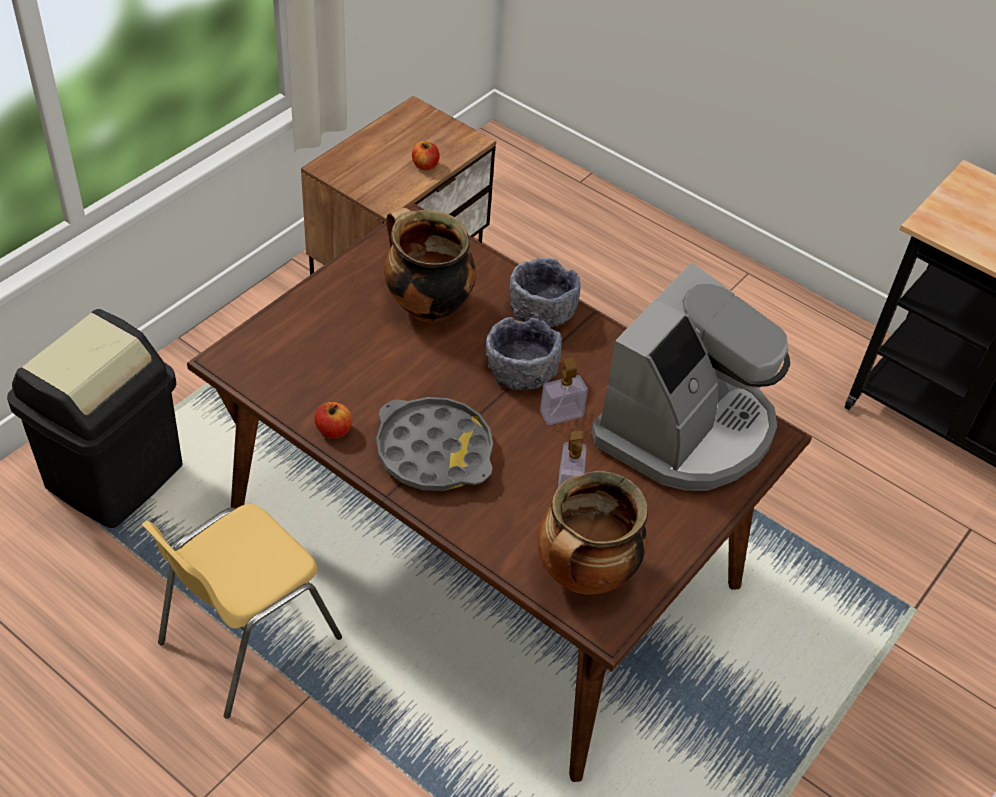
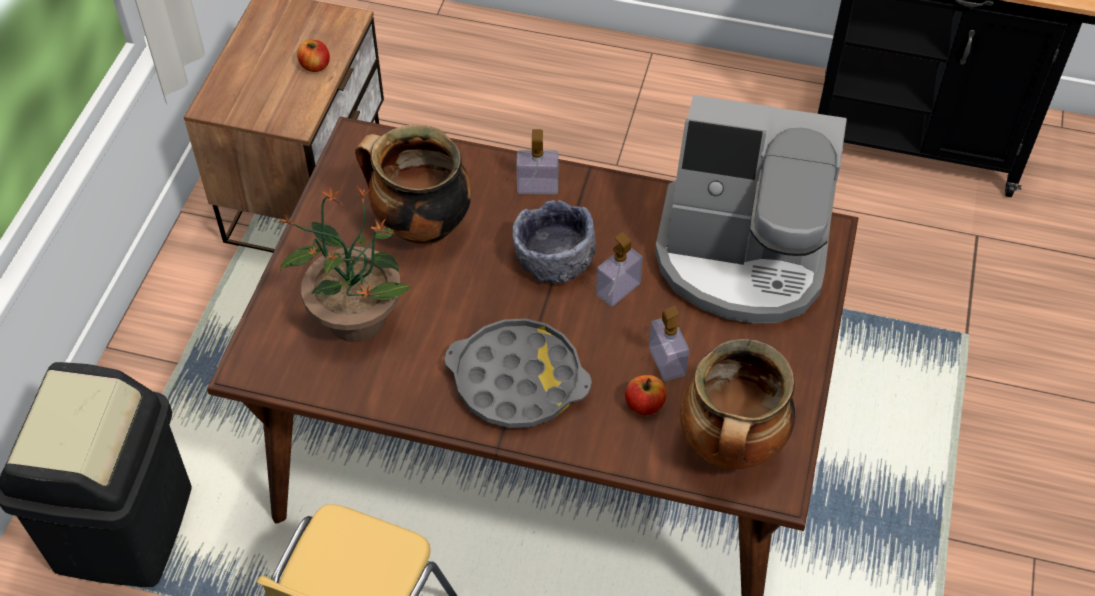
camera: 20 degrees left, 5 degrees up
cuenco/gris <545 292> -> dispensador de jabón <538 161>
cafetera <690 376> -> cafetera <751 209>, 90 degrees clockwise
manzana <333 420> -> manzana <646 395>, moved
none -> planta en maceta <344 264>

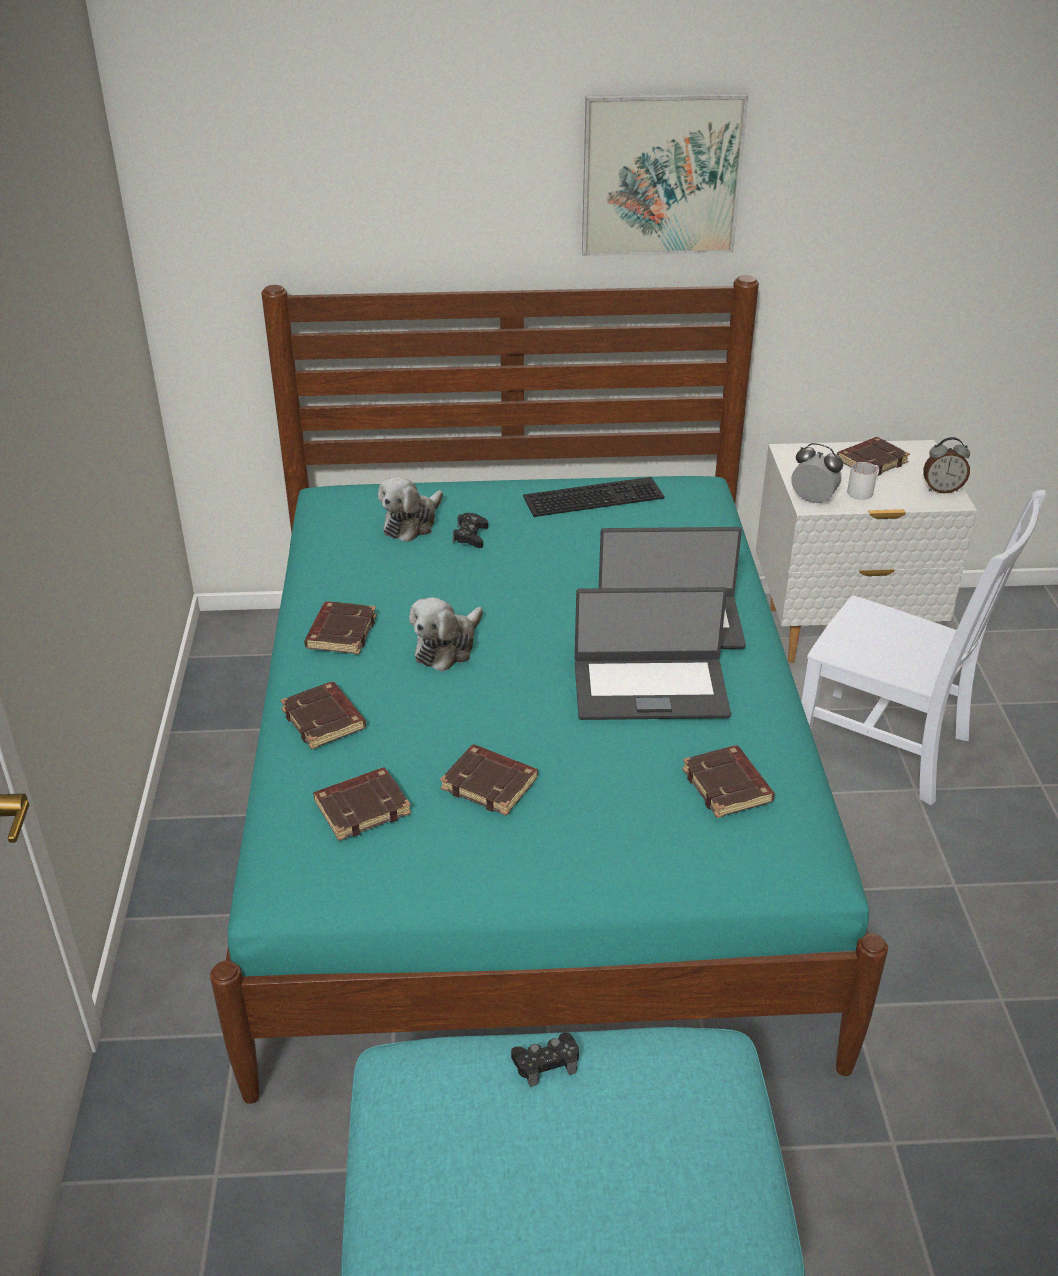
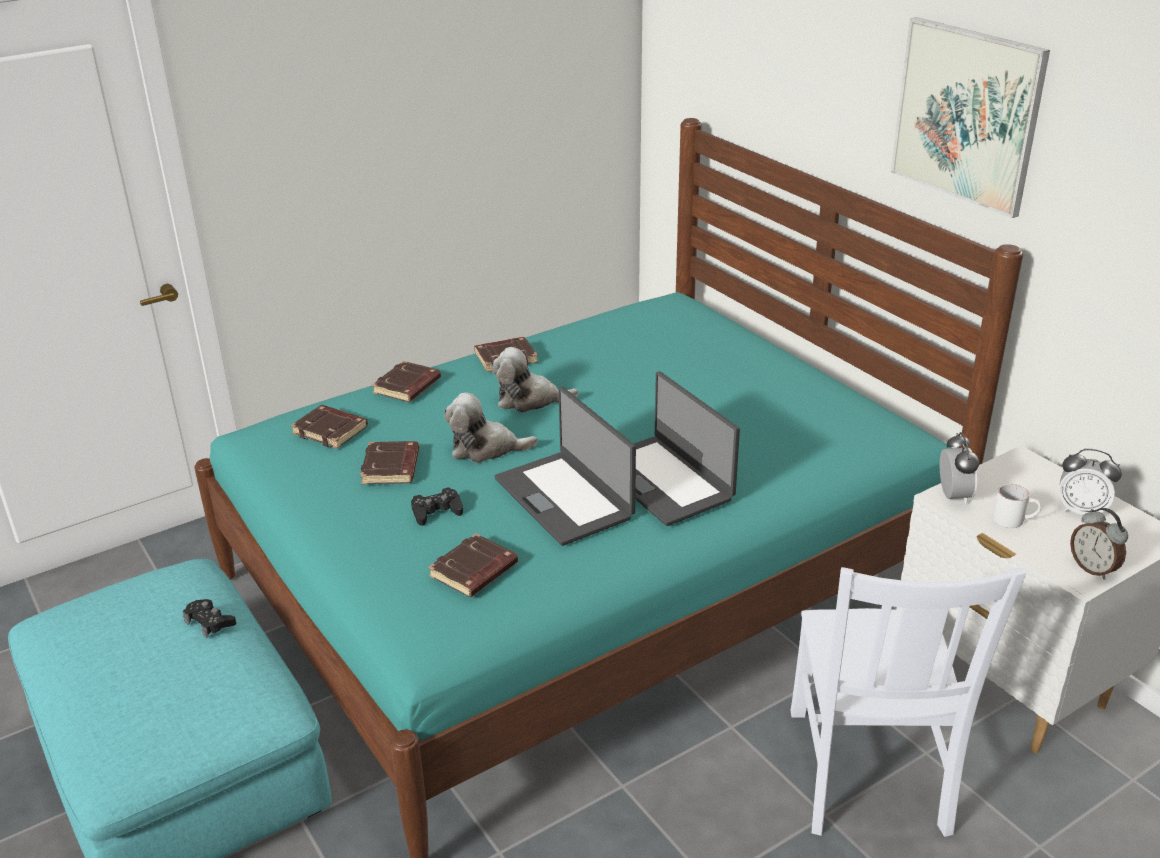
camera: 60 degrees right, 5 degrees down
libro/marrón <873 456> -> despertador <1090 482>
peluche <410 509> -> peluche <491 428>, moved
teclado <594 497> -> none
mando de consola/negro <470 530> -> mando de consola/negro <437 506>, moved

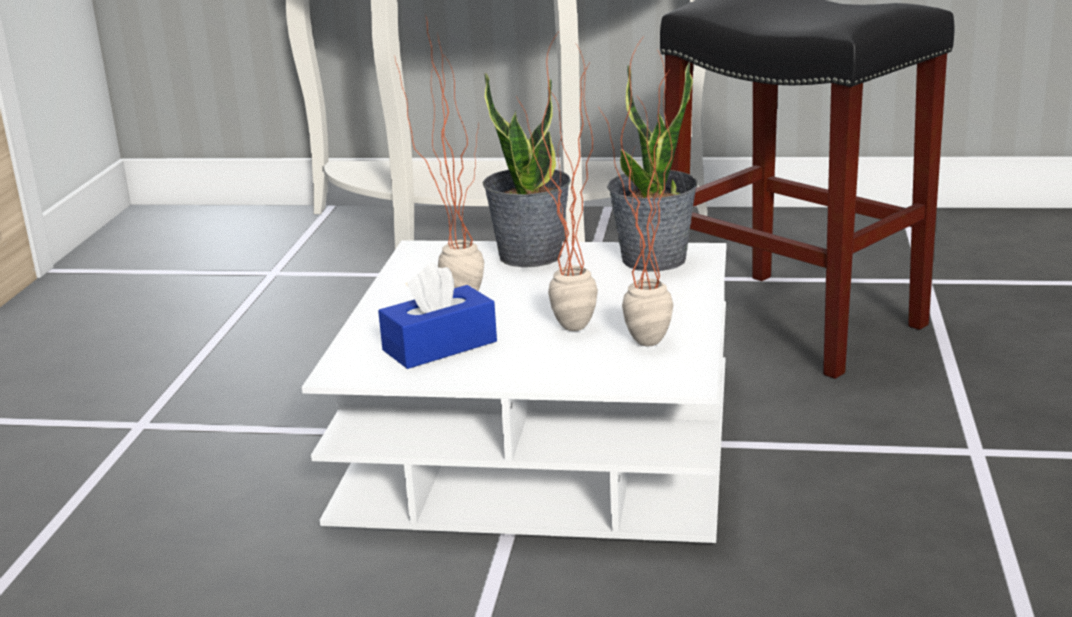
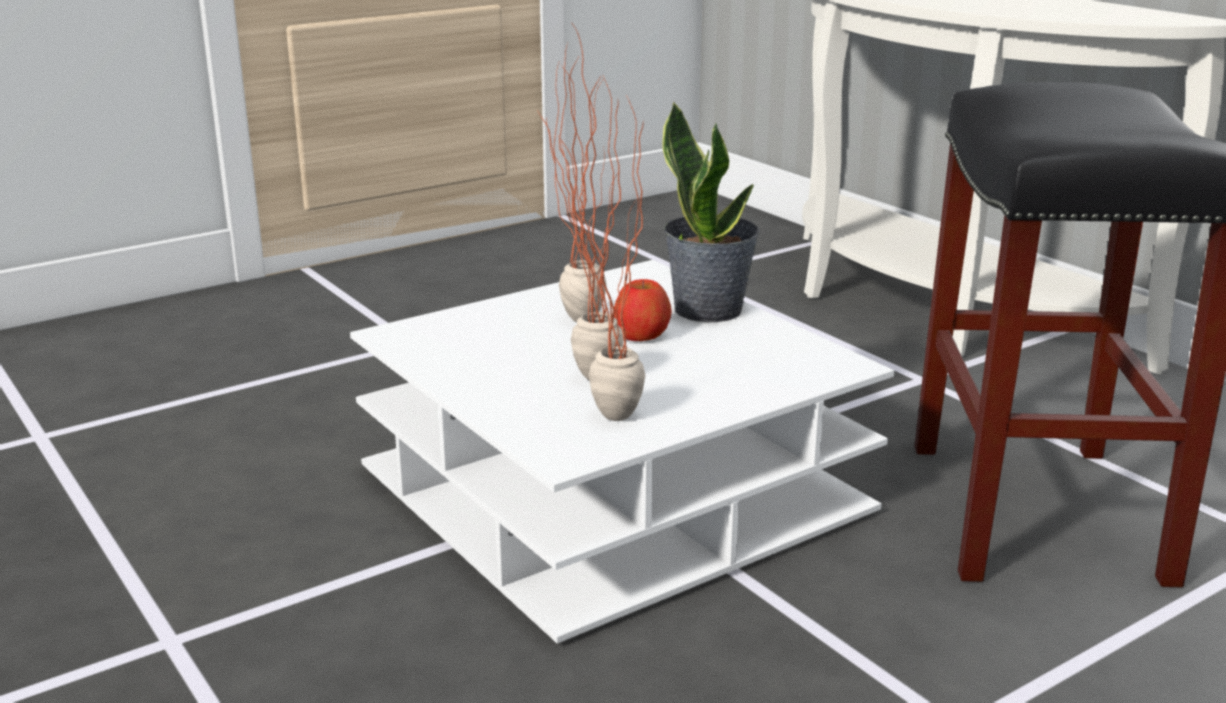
camera: 45 degrees right, 0 degrees up
planta en maceta <652 167> -> none
caja de pañuelos/azul <437 316> -> none
none -> manzana <643 310>

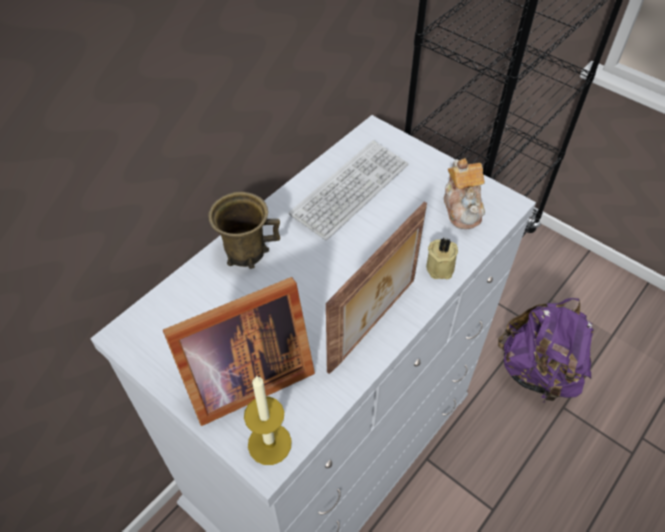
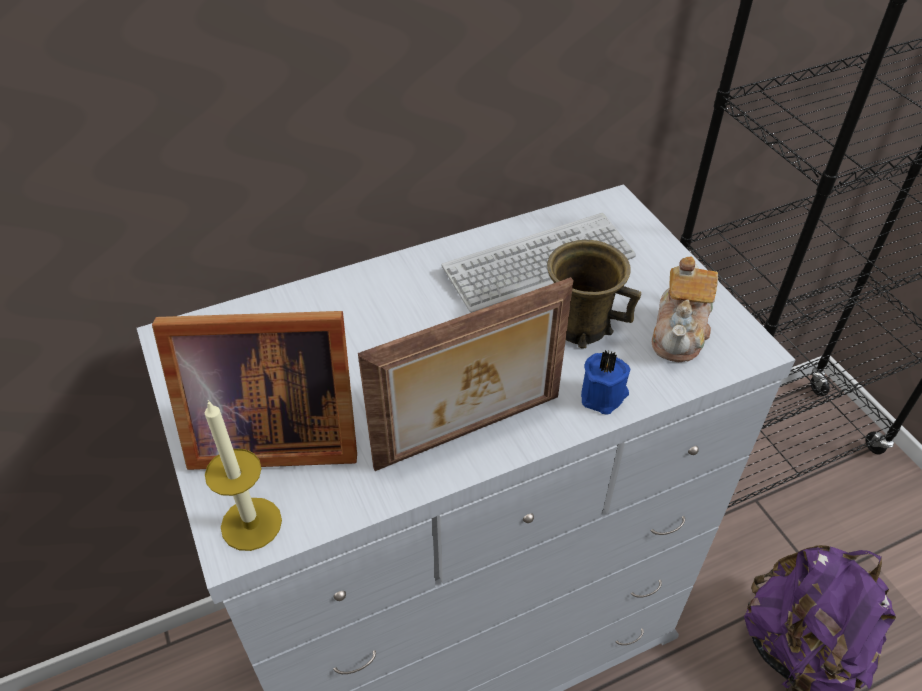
camera: 25 degrees right, 5 degrees down
taza grande/marrón <244 230> -> taza grande/marrón <594 294>, moved
vela/beis <442 258> -> vela/azul <605 382>

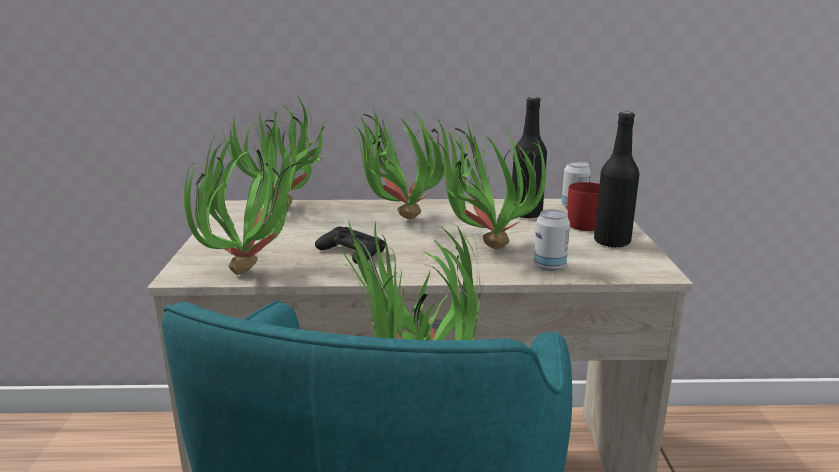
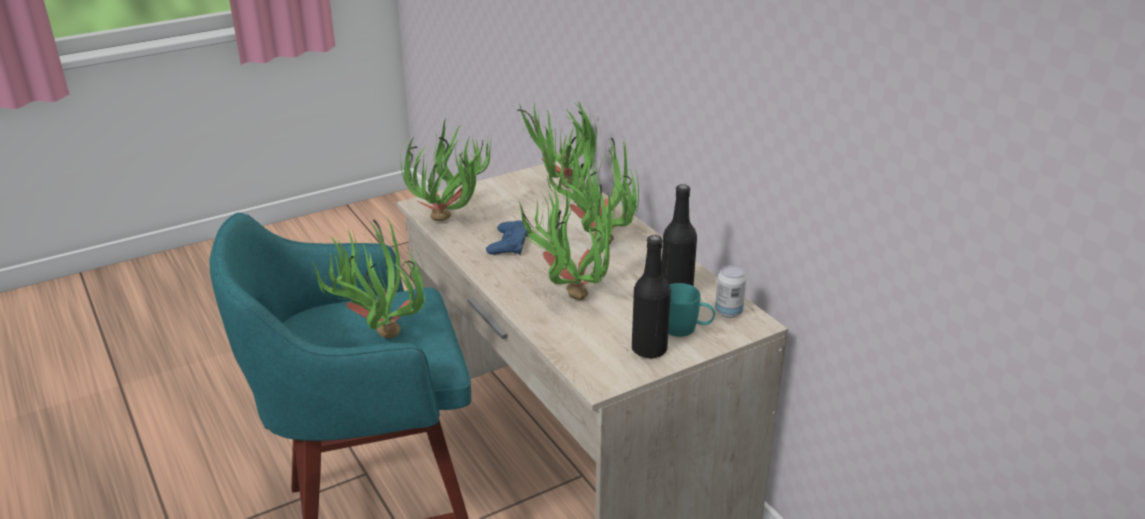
camera: 60 degrees right, 10 degrees up
taza grande/rojo <584 206> -> taza grande/turquesa <691 310>
lata <552 240> -> none
mando de consola/negro <350 245> -> mando de consola/azul <508 237>

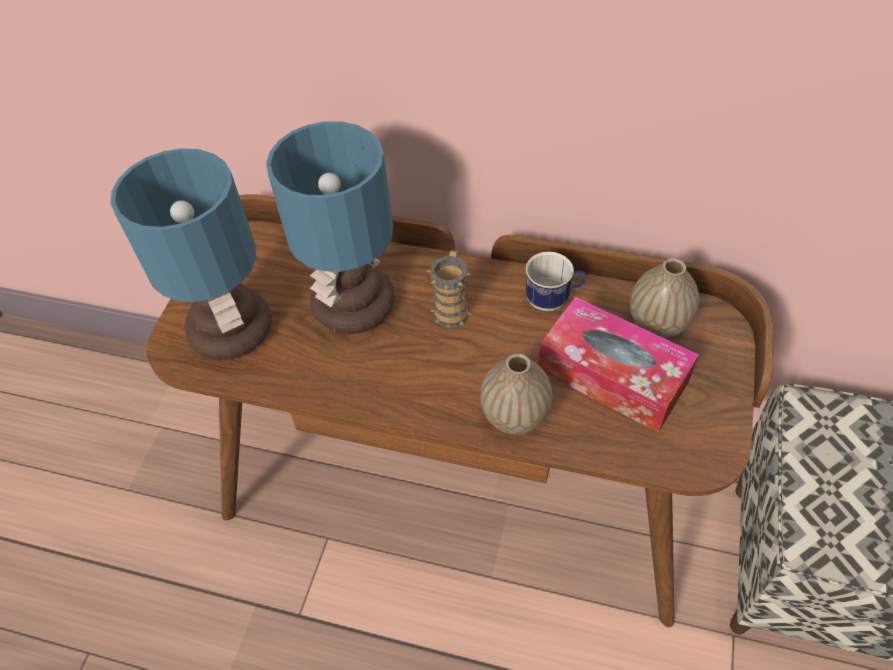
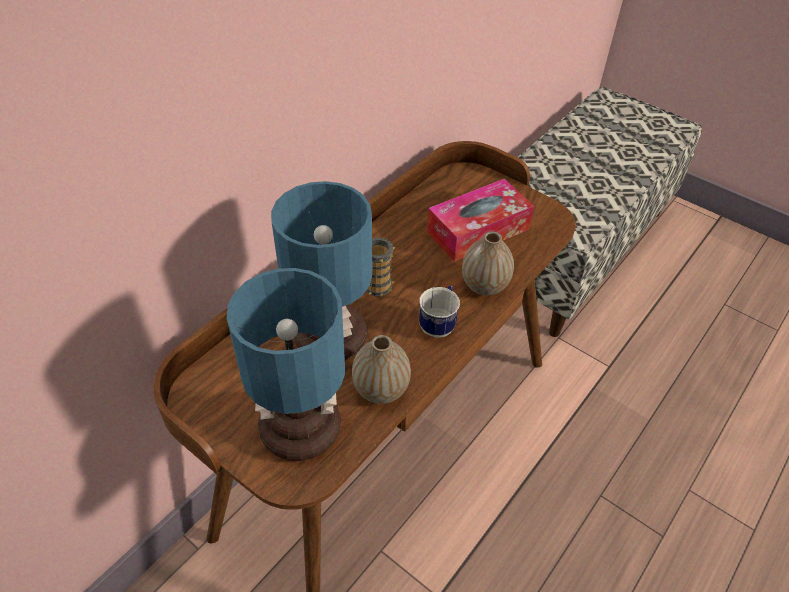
camera: 70 degrees left, 5 degrees down
taza grande <556 281> -> taza grande <439 312>, moved
florero <664 298> -> florero <381 369>, moved

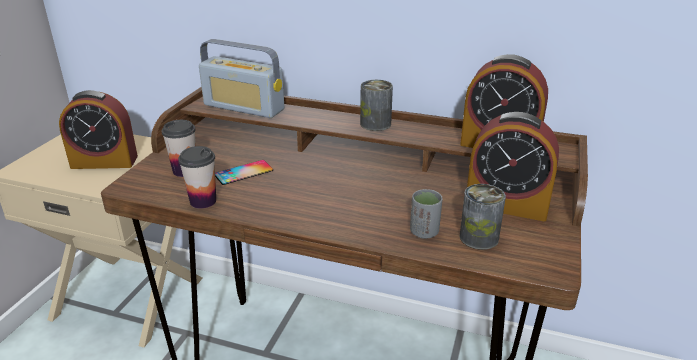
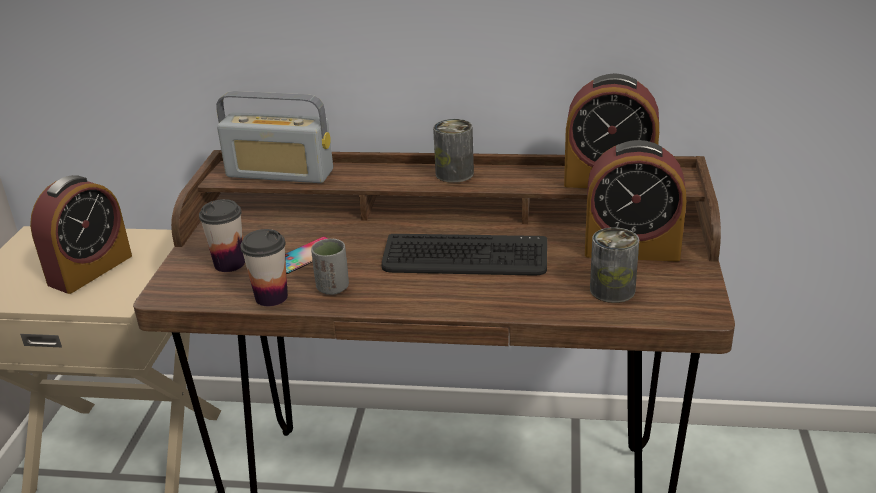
camera: 10 degrees left, 0 degrees up
despertador <98 129> -> despertador <81 234>, 45 degrees counterclockwise
taza/gris <426 214> -> taza/gris <330 267>, moved
none -> teclado <464 255>

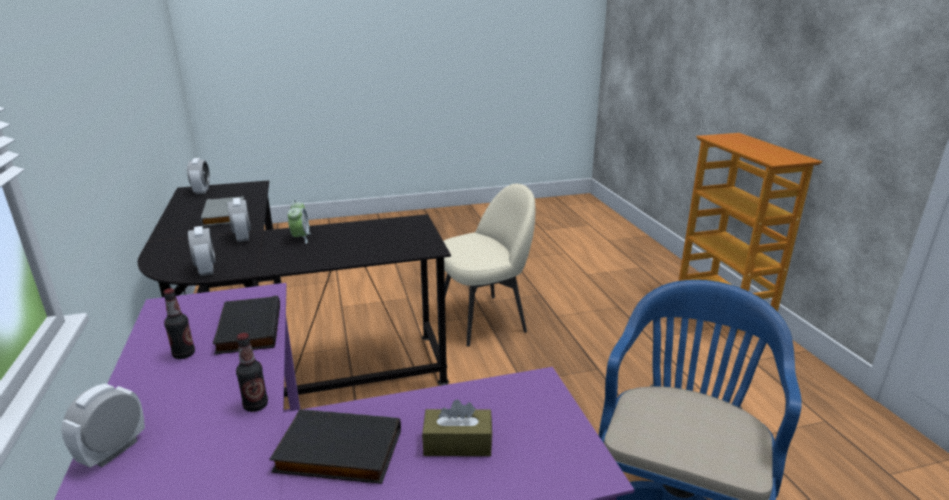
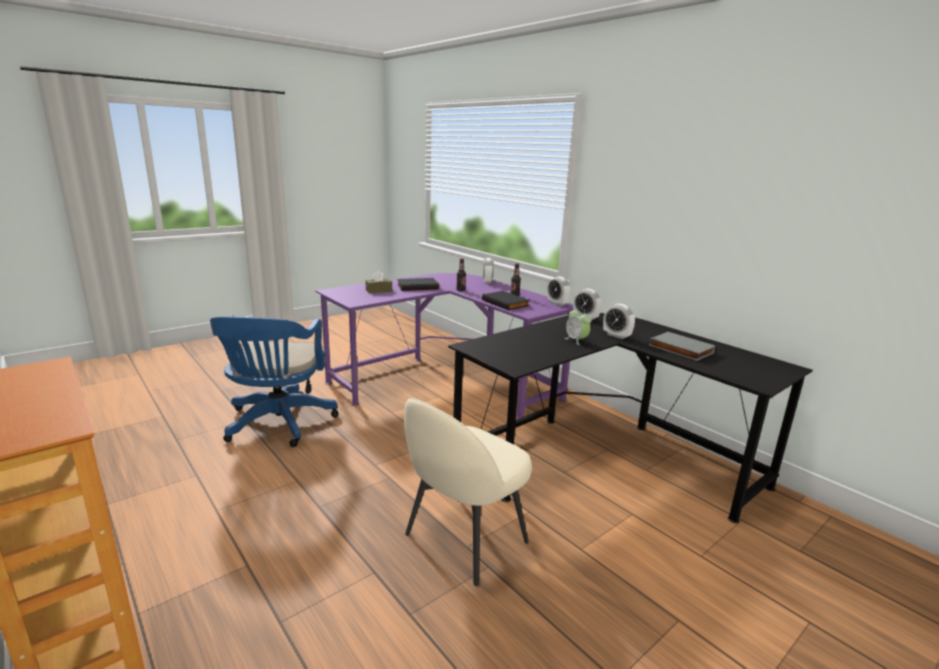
camera: 155 degrees right, 5 degrees down
despertador <198 176> -> despertador <559 291>, moved

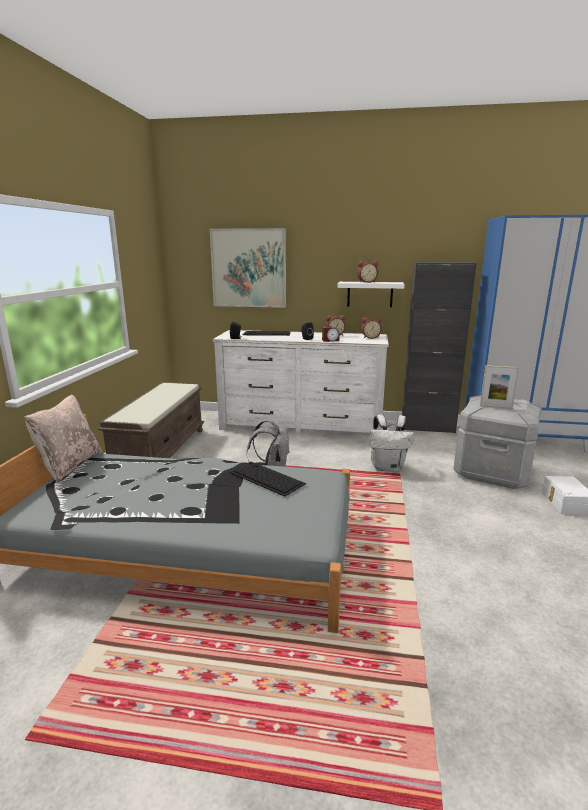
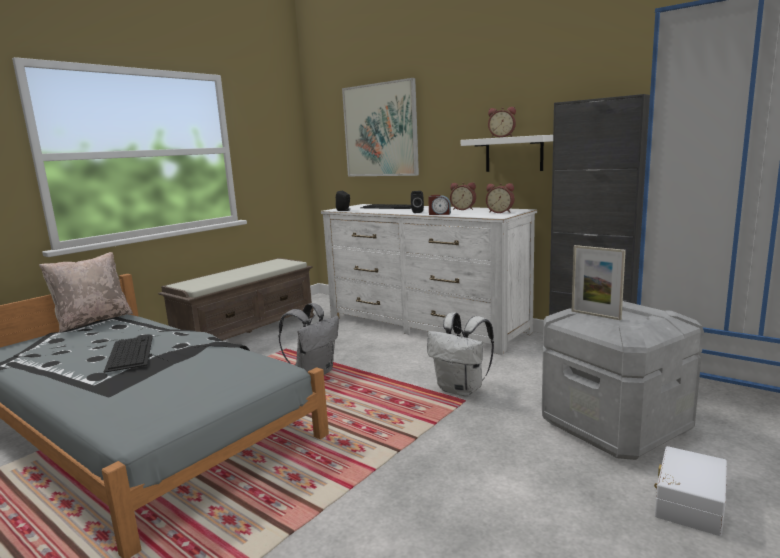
camera: 30 degrees right, 5 degrees down
teclado <267 479> -> teclado <128 354>, moved

